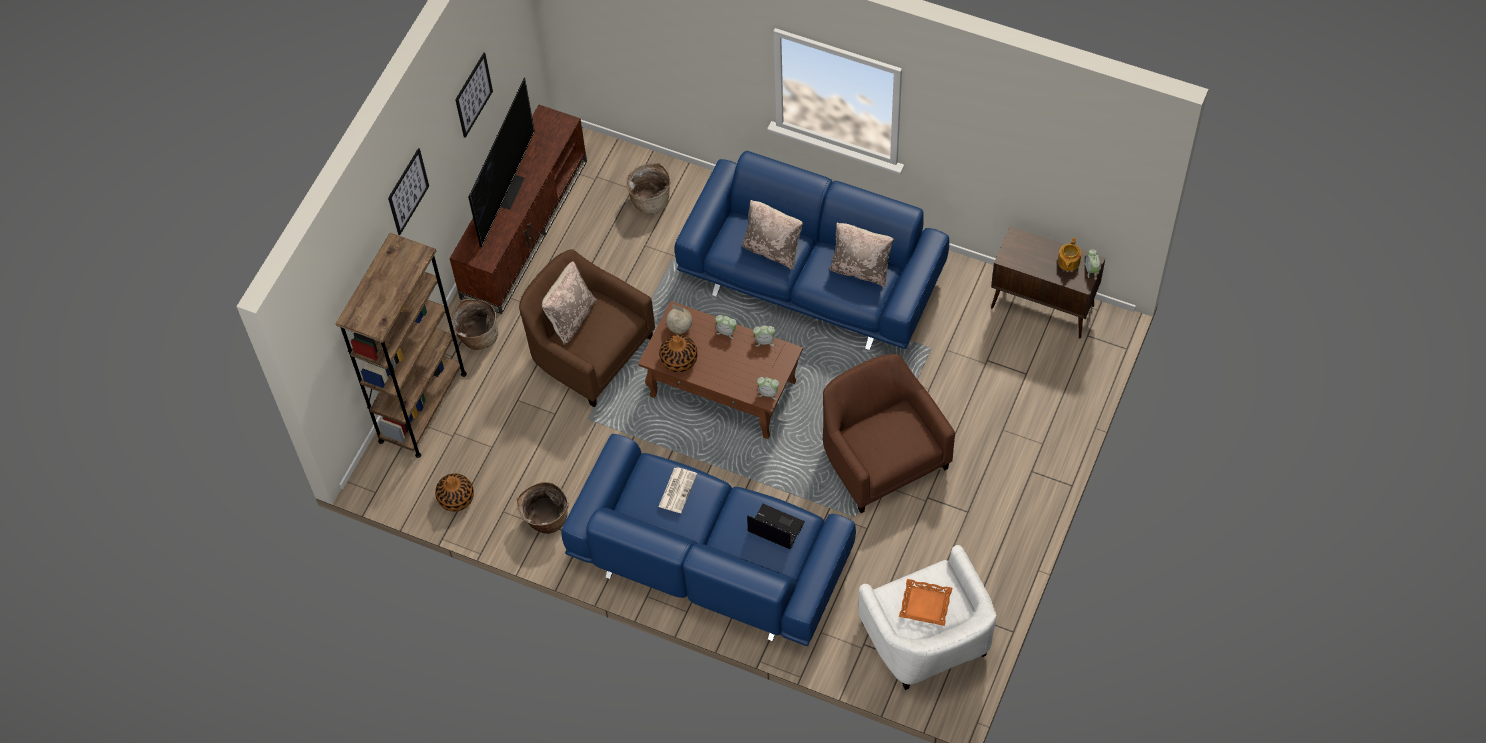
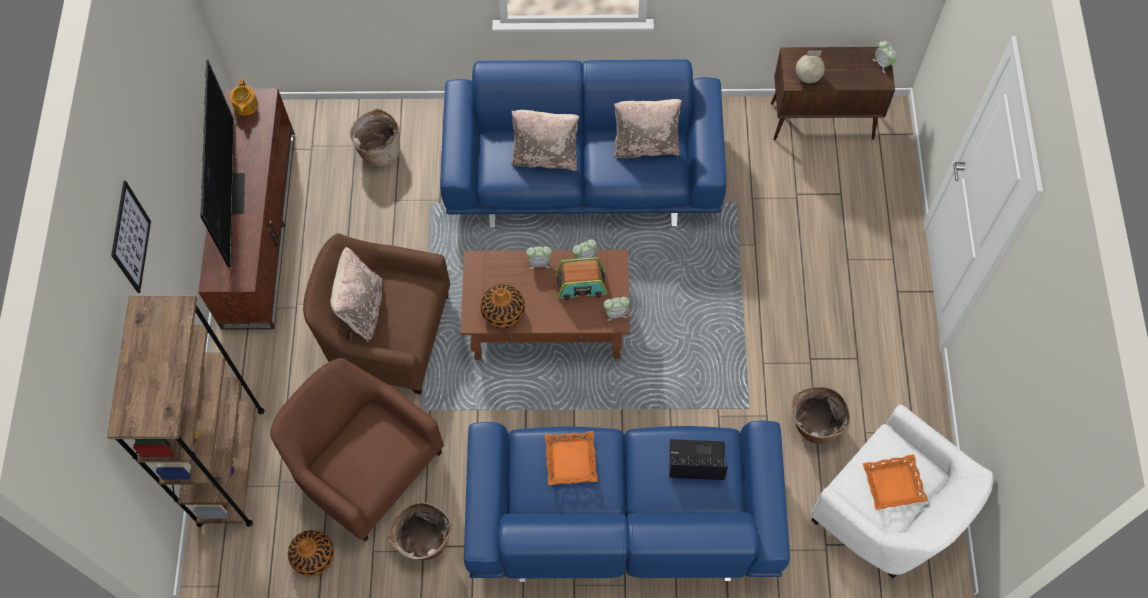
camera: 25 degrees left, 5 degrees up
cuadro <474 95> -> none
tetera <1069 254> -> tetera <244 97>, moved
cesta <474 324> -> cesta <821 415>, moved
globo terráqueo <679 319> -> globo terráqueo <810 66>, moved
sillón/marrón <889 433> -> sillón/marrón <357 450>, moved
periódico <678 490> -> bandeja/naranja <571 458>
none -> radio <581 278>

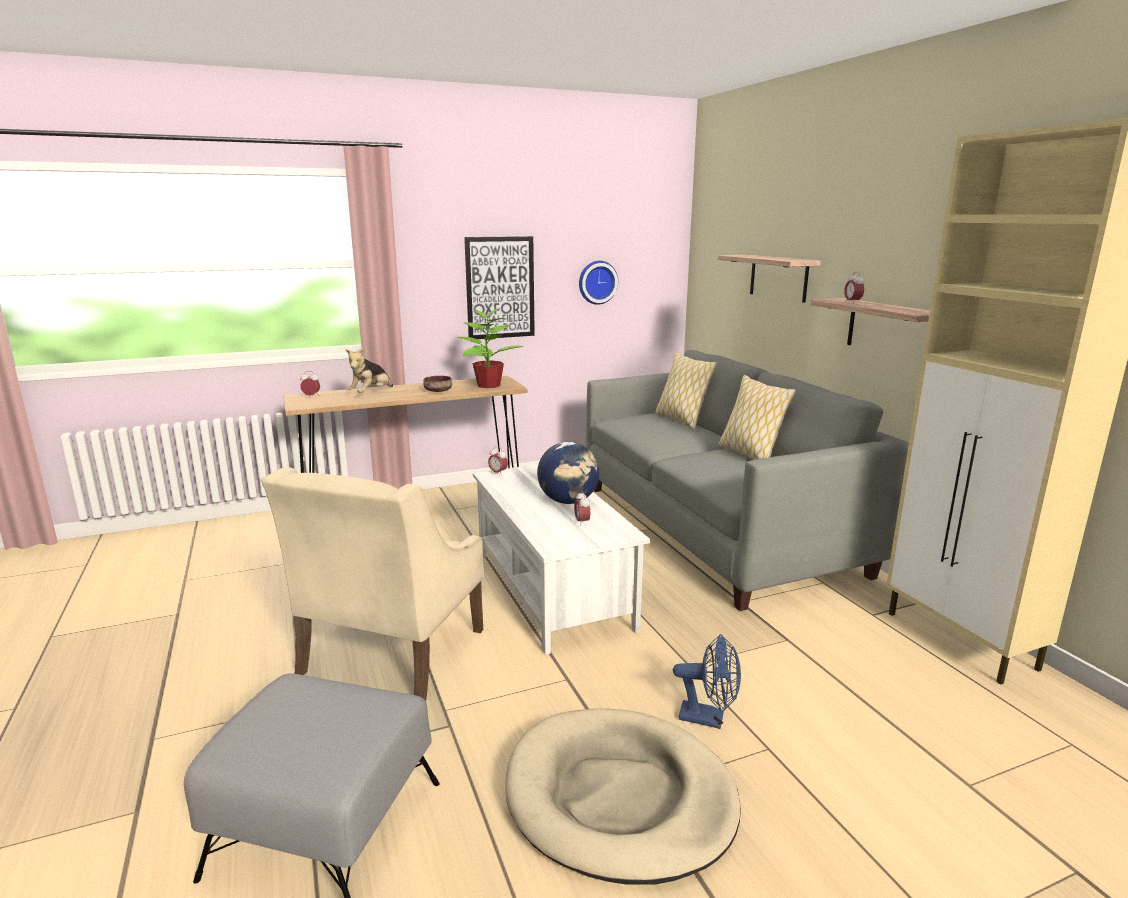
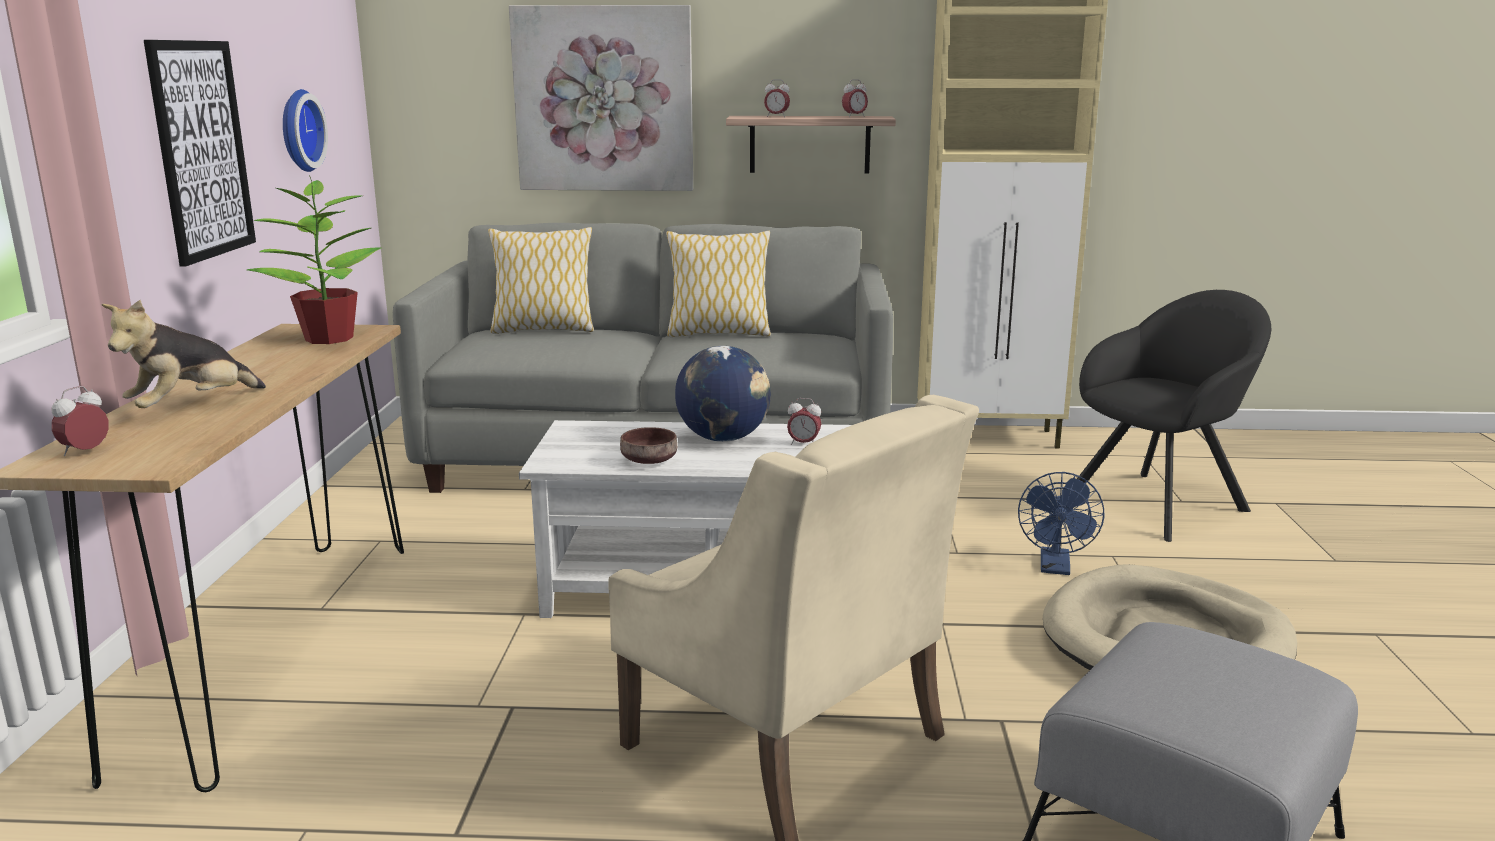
camera: 65 degrees left, 0 degrees up
estante <769 279> -> cuadro <601 98>
peluche <369 370> -> peluche <184 354>, 75 degrees clockwise
cuenco/marrón <437 384> -> cuenco/marrón <648 445>, moved
despertador <498 461> -> despertador <855 98>, moved
ventilador/azul <707 681> -> ventilador/azul <1061 523>, 150 degrees clockwise
none -> sillón/negro <1174 416>

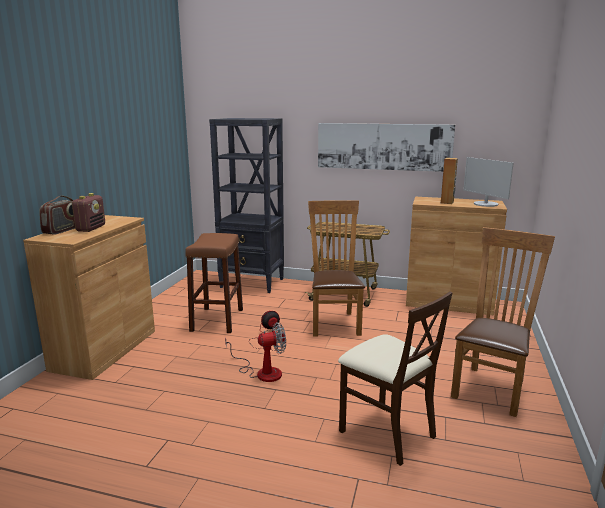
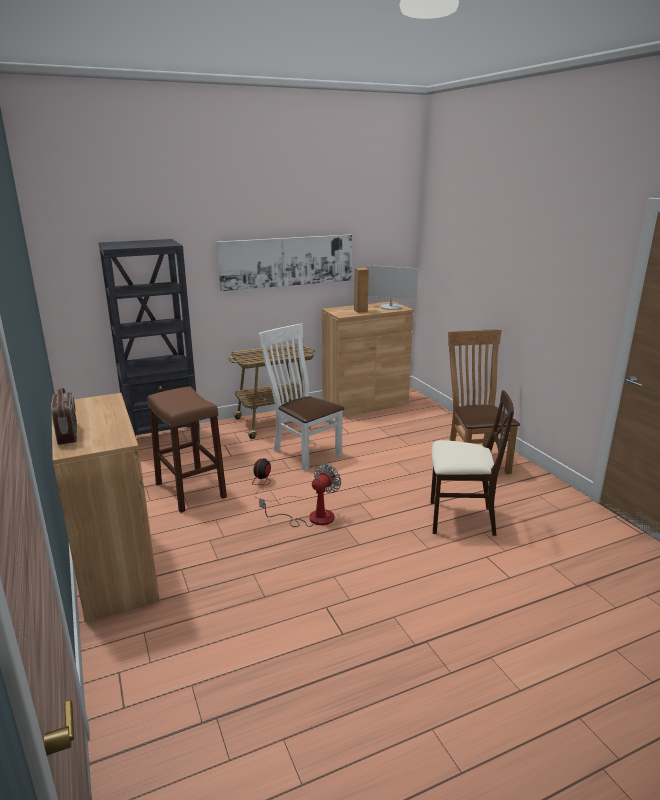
camera: 40 degrees left, 5 degrees up
radio <88 212> -> none
silla/marrón <336 268> -> silla/blanco <301 397>

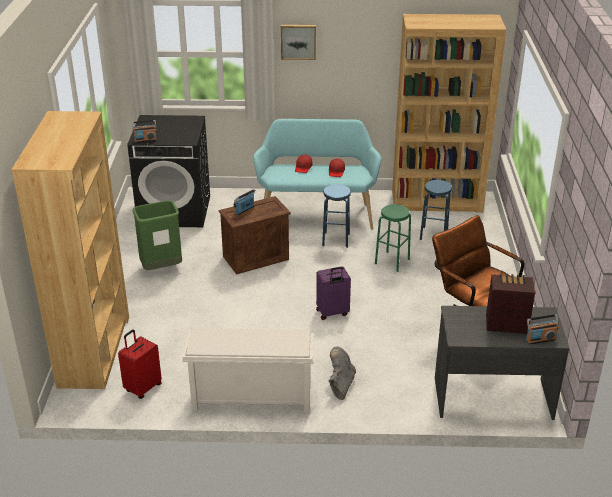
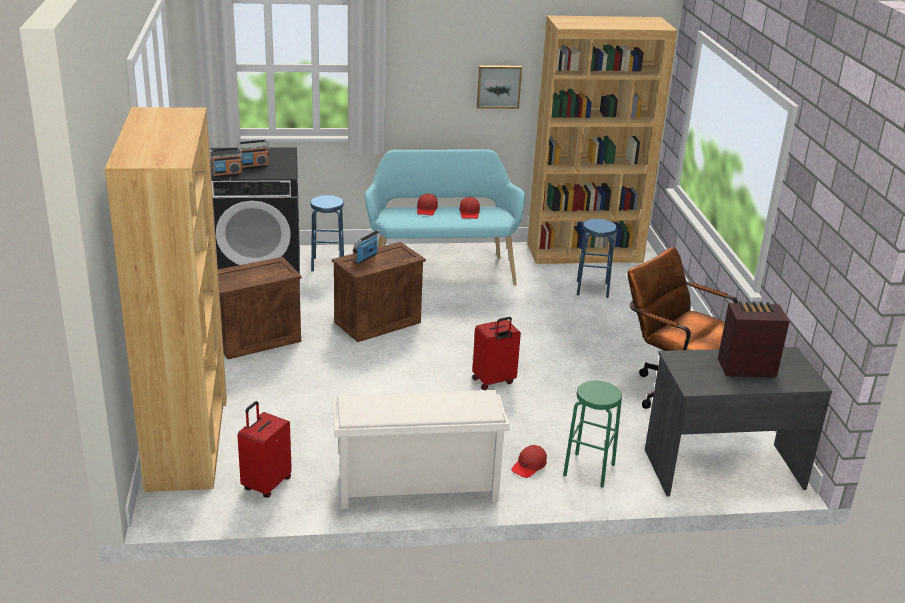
camera: 10 degrees left, 5 degrees down
cuadro <298 42> -> cuadro <499 87>, moved
taburete/azul <336 216> -> taburete/azul <327 233>, moved
papelera/verde <157 235> -> caja de embalaje <260 308>
taburete/verde <393 238> -> taburete/verde <592 434>, moved
maleta/morado <333 293> -> maleta/rojo <496 353>
radio <542 329> -> radio <253 154>, moved
bota/gris <342 373> -> gorra/rojo <529 461>

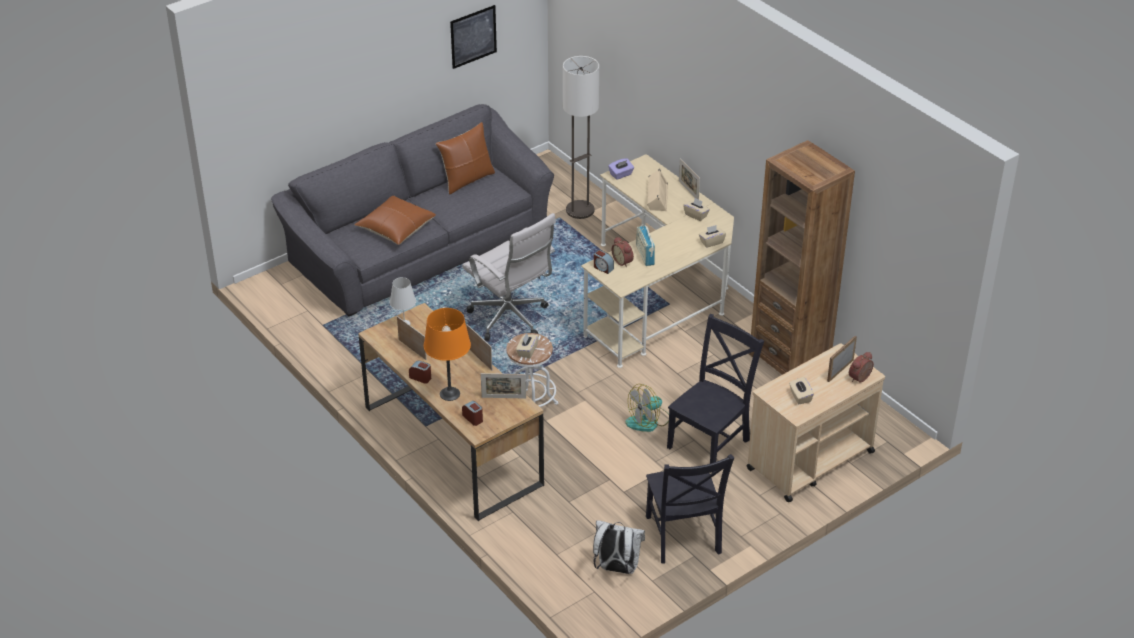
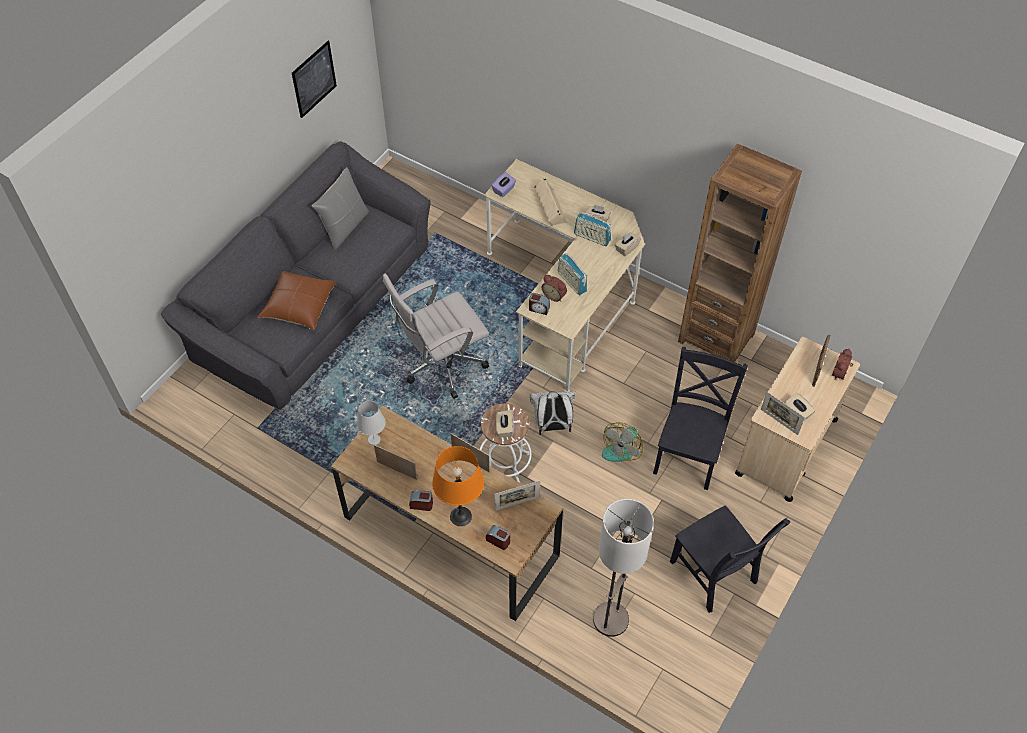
camera: 20 degrees left, 15 degrees up
lámpara de pie <581 137> -> lámpara de pie <623 568>, moved
cojín/marrón <465 158> -> cojín/gris <340 208>
portarretratos <689 179> -> portarretratos <783 413>, moved
silla de oficina/blanco <509 277> -> silla de oficina/blanco <436 336>, 120 degrees clockwise
mochila/blanco <619 547> -> mochila/blanco <552 413>, moved
none -> radio <592 229>

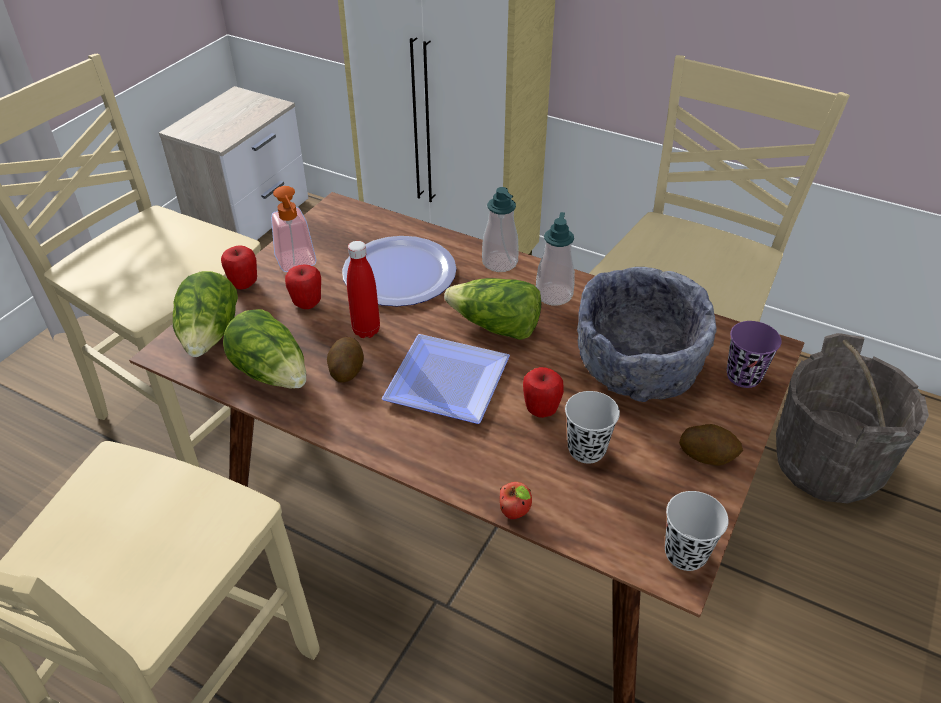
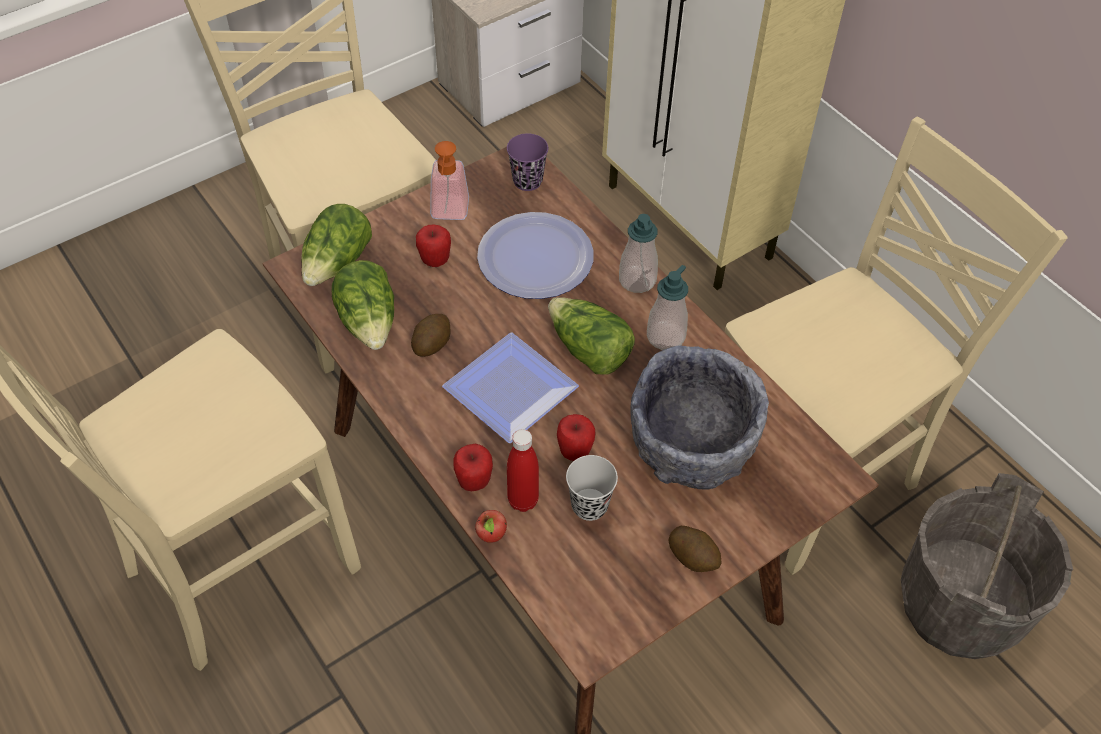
camera: 25 degrees right, 10 degrees up
botella/rojo <363 289> -> botella/rojo <523 470>, moved
manzana <239 267> -> manzana <473 467>, moved
taza/morado <754 354> -> taza/morado <527 162>, moved
taza/negro <697 531> -> none

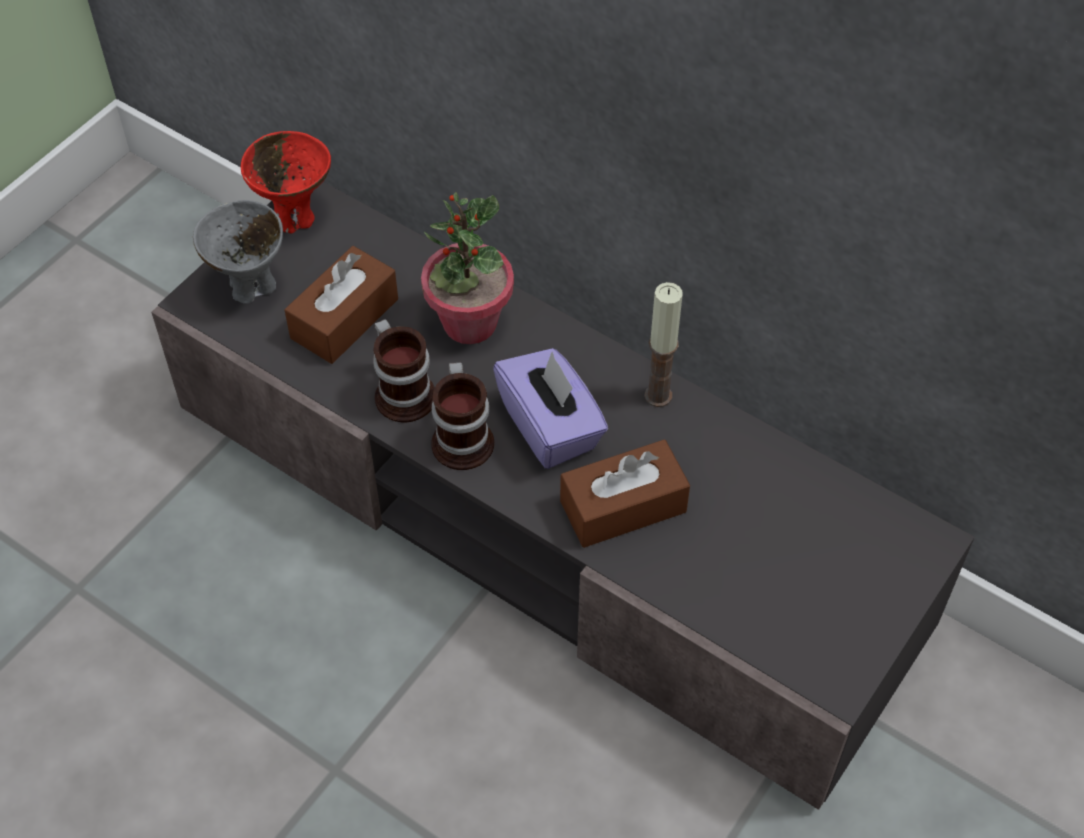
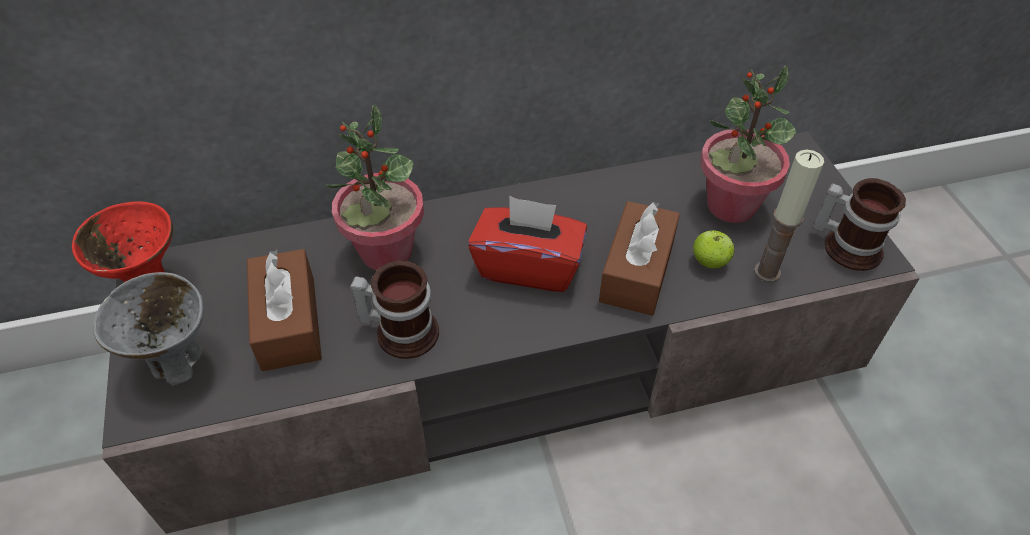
camera: 50 degrees left, 5 degrees down
vela <663 344> -> vela <789 215>, moved
caja de pañuelos/morado <550 408> -> caja de pañuelos/rojo <527 244>
taza grande <462 416> -> taza grande <859 224>, moved
none -> planta en maceta <748 144>
none -> manzana <713 249>

